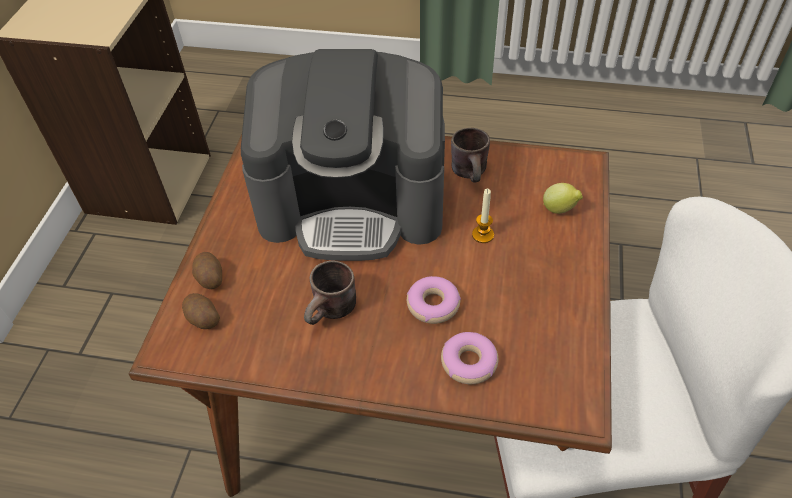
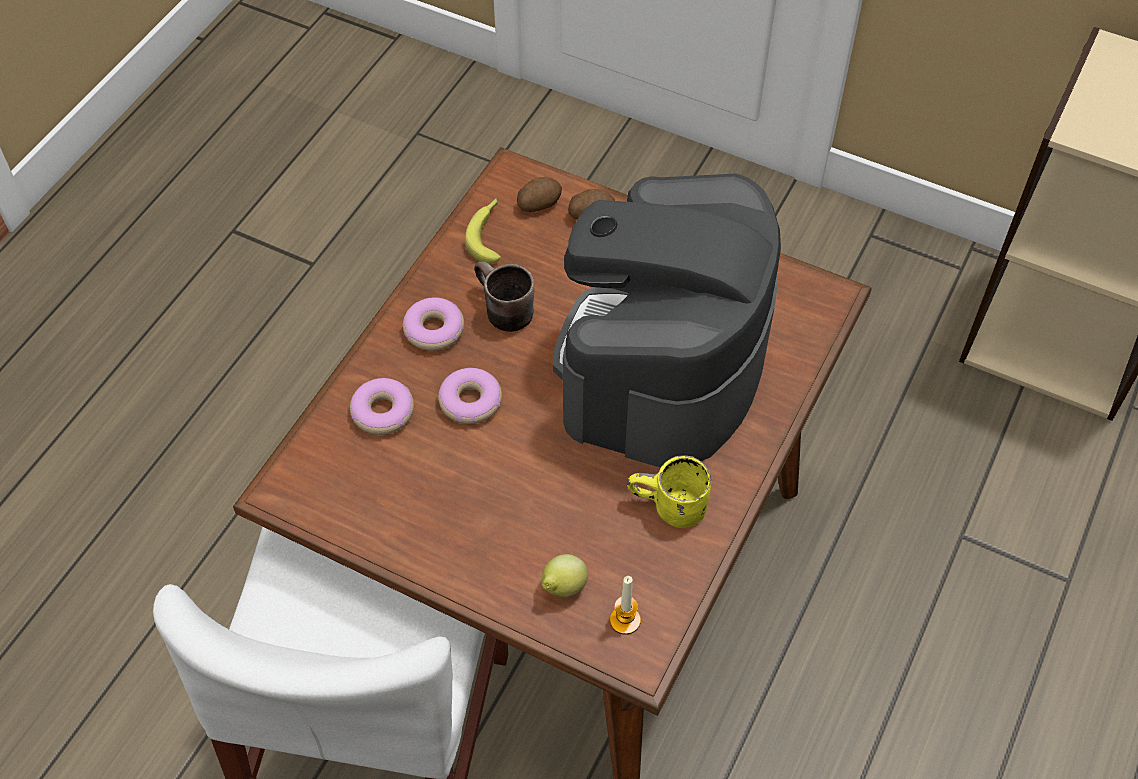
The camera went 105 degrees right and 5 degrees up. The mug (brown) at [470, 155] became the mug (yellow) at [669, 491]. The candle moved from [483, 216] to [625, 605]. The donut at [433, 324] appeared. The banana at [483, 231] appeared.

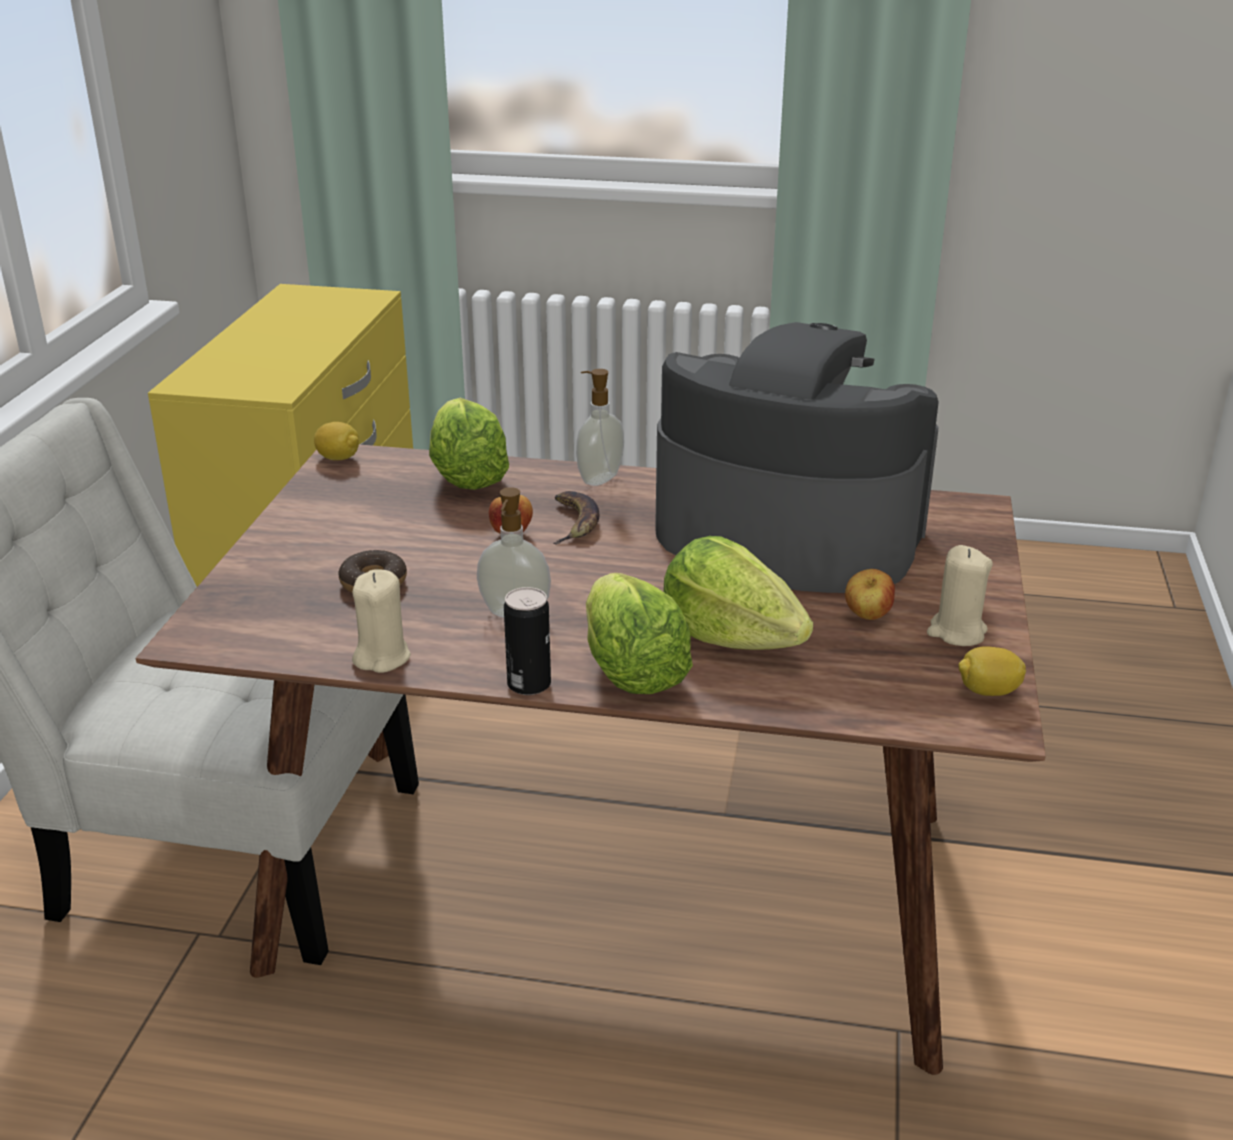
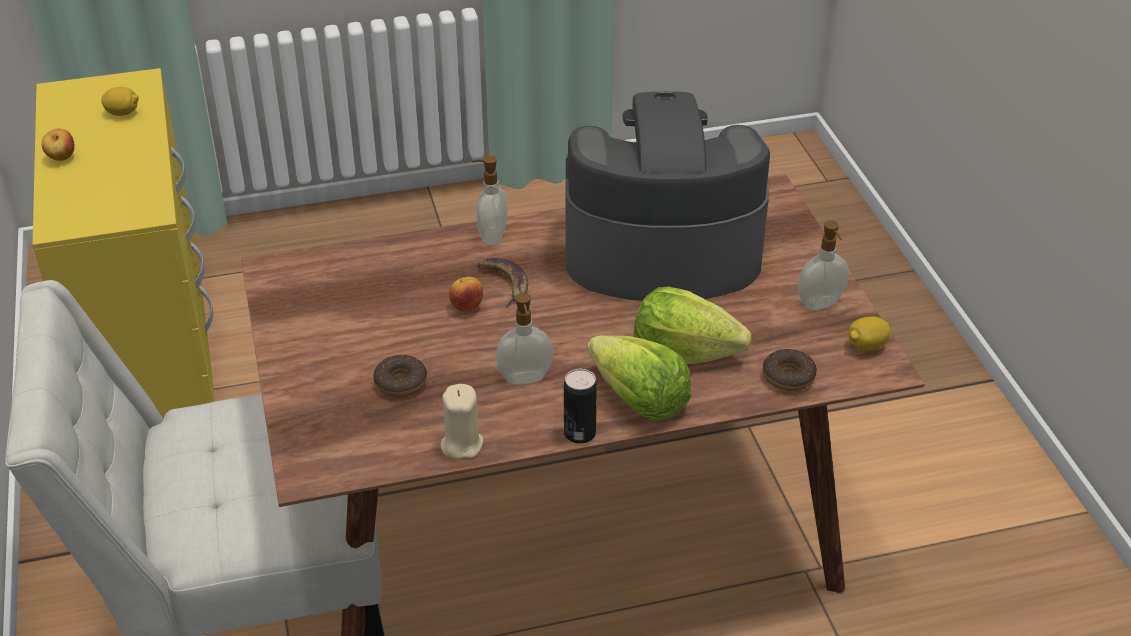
The camera went 25 degrees left and 10 degrees up. The lemon moved from [336, 441] to [120, 101]. The lettuce at [469, 444] disappeared. The apple moved from [870, 594] to [58, 145]. The candle (beige) at [960, 595] was replaced by the soap dispenser at [823, 265]. The donut at [790, 370] appeared.

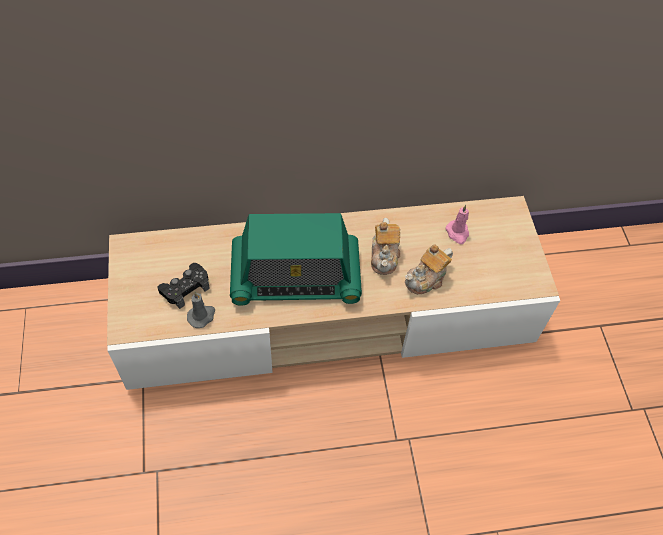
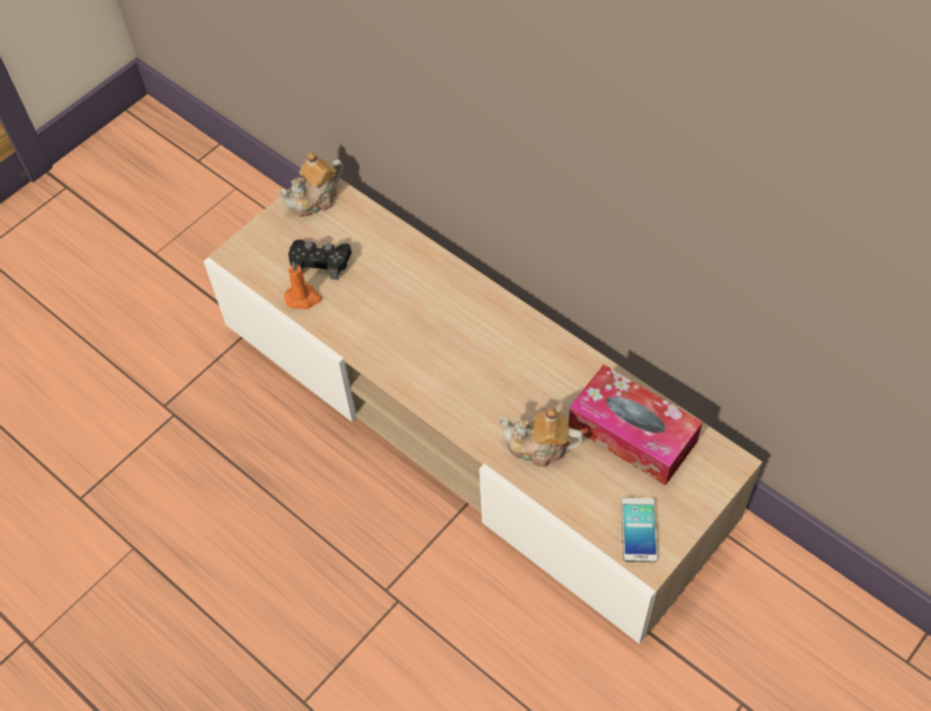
The camera went 55 degrees right and 0 degrees up. The candle (grey) at [201, 310] became the candle (orange) at [303, 285]. The radio at [296, 259] disappeared. The teapot moved from [385, 246] to [311, 184]. The candle (pink) at [457, 224] was replaced by the tissue box at [635, 425]. The phone at [639, 530] appeared.

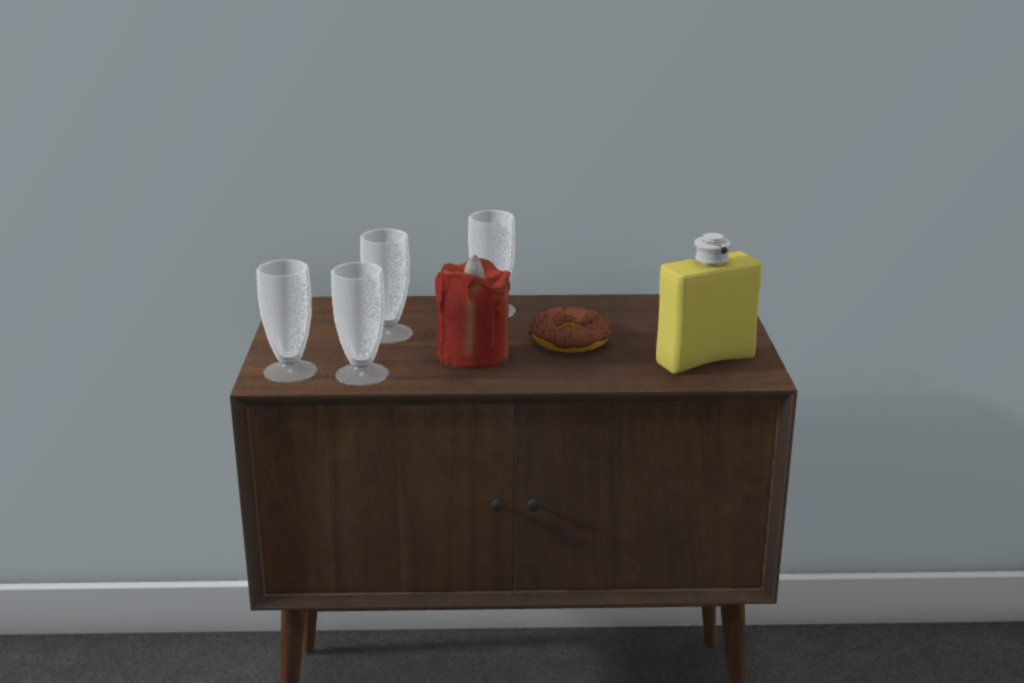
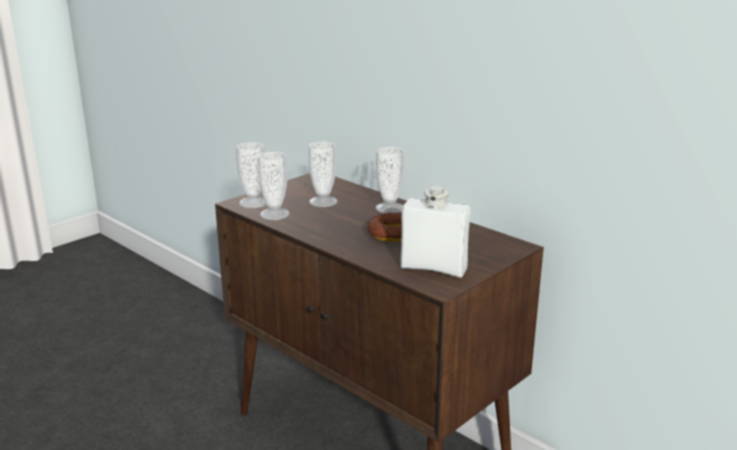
The camera went 45 degrees right and 0 degrees up. The candle (red) at [473, 312] disappeared. The bottle (yellow) at [709, 303] became the bottle (white) at [435, 232].

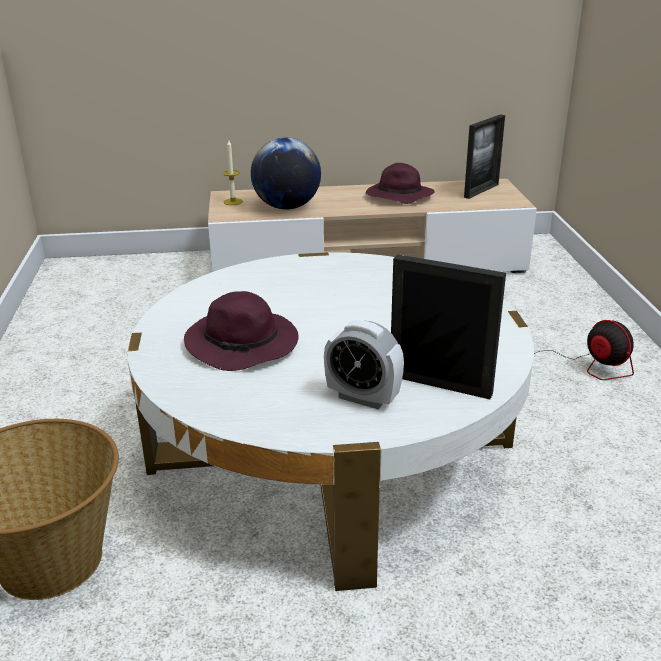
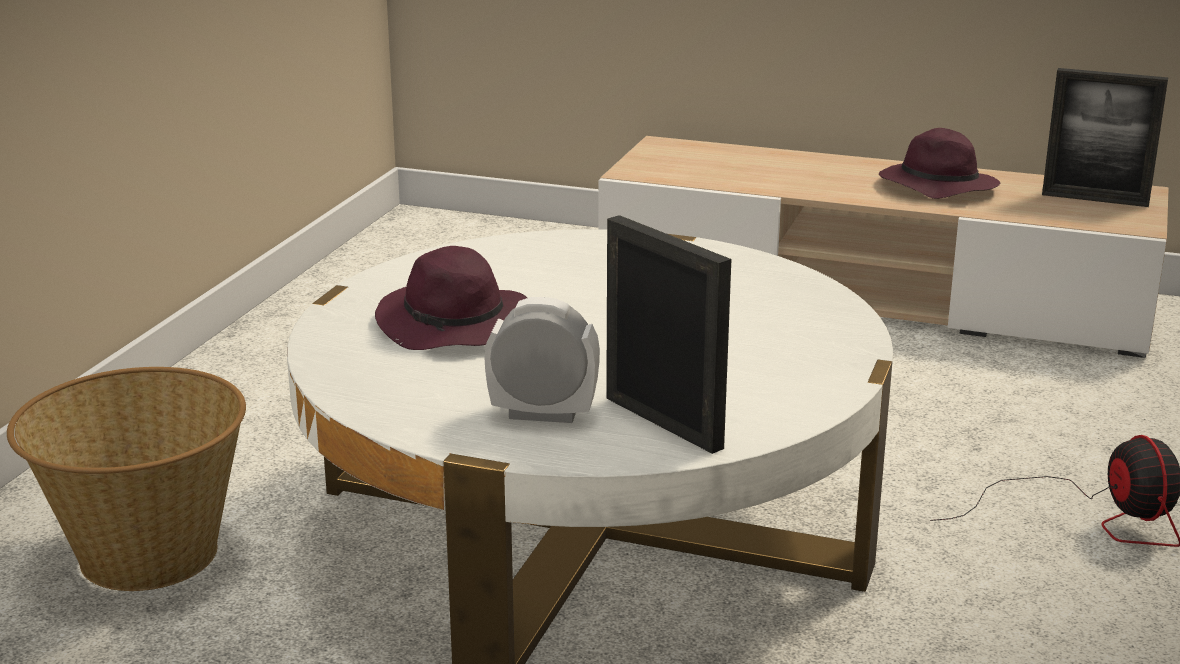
The camera went 25 degrees right and 5 degrees down. The candle at [233, 172] disappeared. The globe at [286, 174] disappeared. The alarm clock at [364, 364] turned 135 degrees clockwise. The picture frame at [484, 156] turned 45 degrees clockwise.

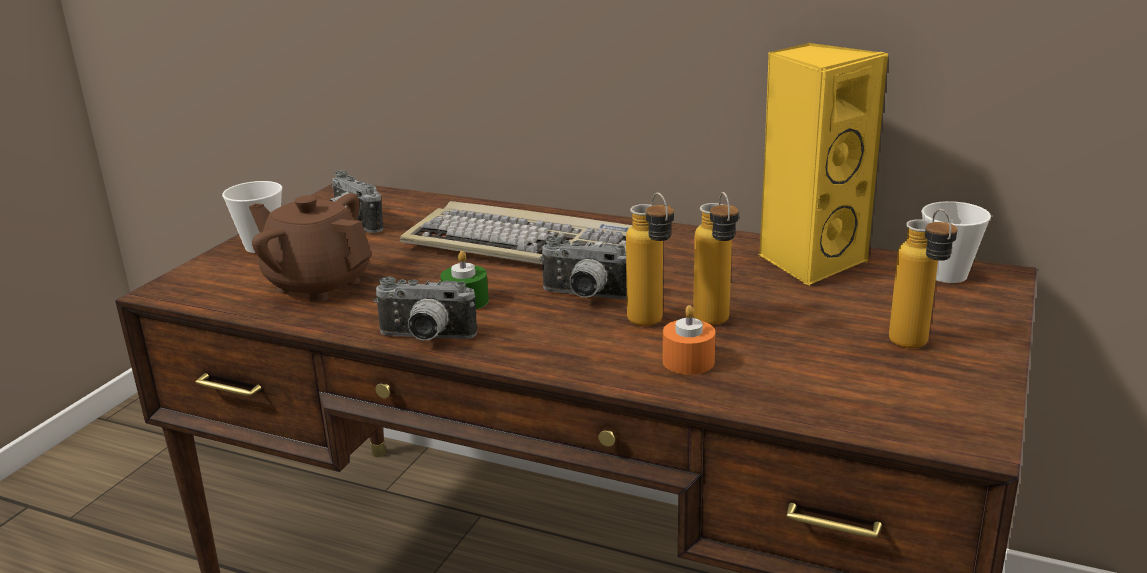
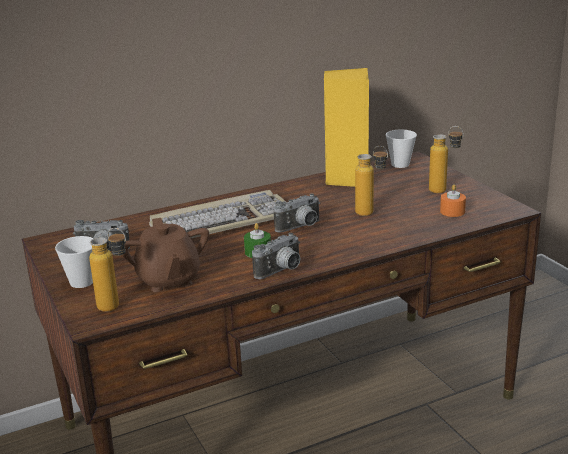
The camera went 50 degrees left and 0 degrees up. The teapot (brown) at [310, 248] turned 90 degrees counterclockwise. The bottle moved from [650, 259] to [107, 270]. The candle (orange) moved from [689, 340] to [453, 200].

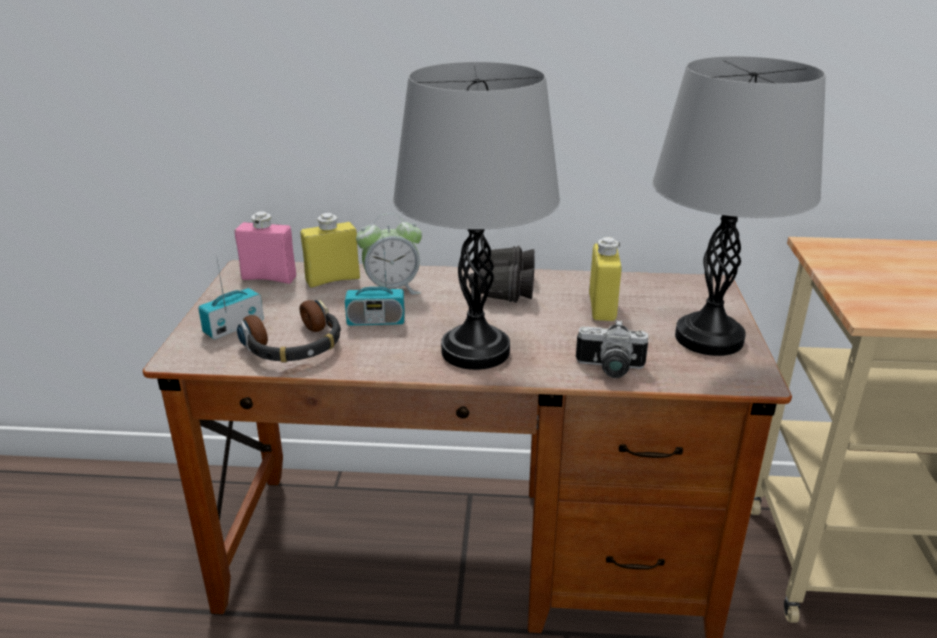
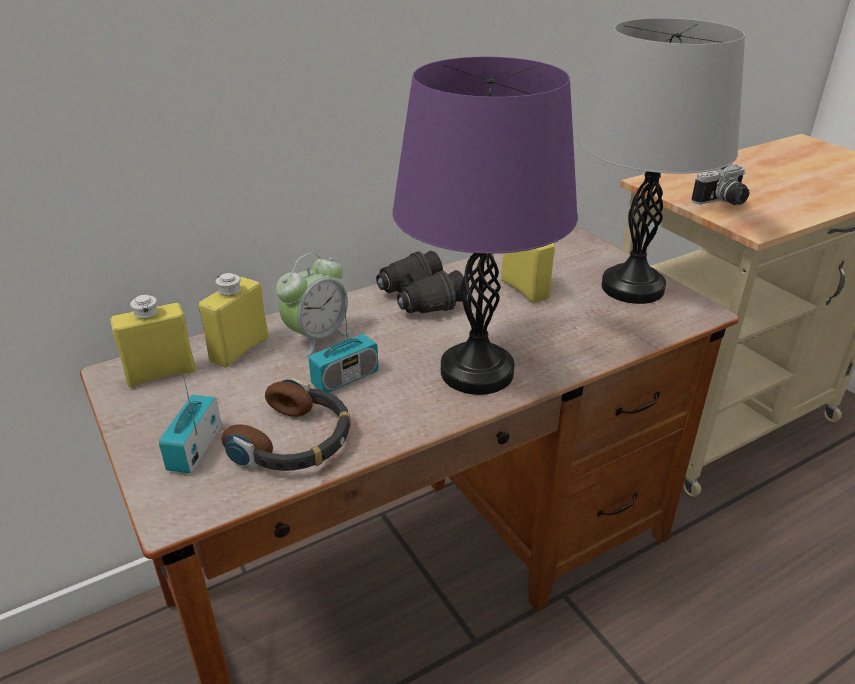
The camera went 35 degrees left and 5 degrees up. The bottle (pink) at [265, 247] became the bottle (yellow) at [153, 341]. The table lamp (grey) at [476, 216] became the table lamp (purple) at [485, 226]. The photo camera moved from [612, 349] to [720, 184].

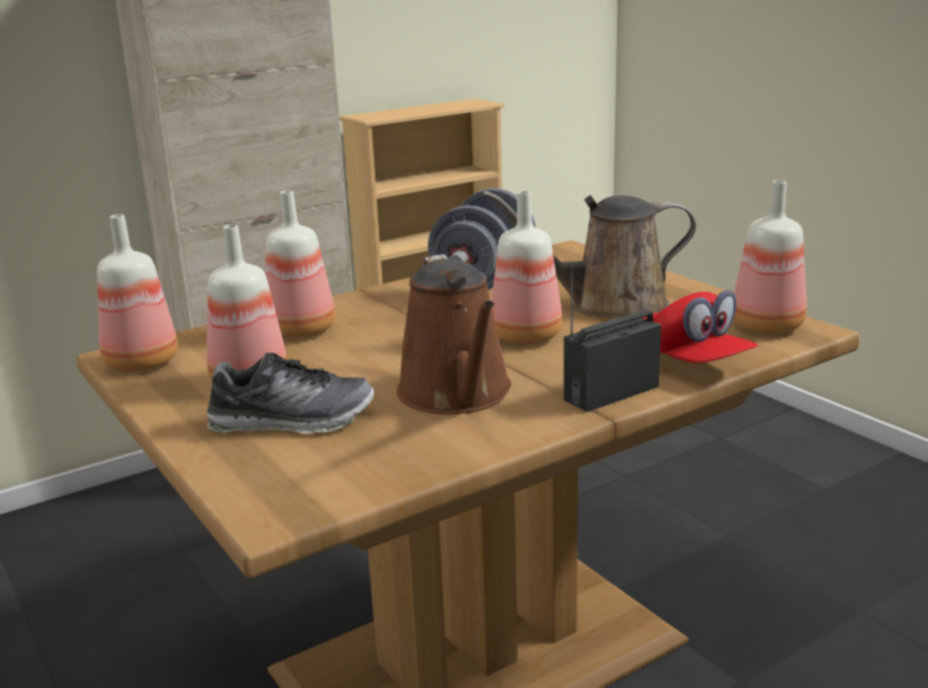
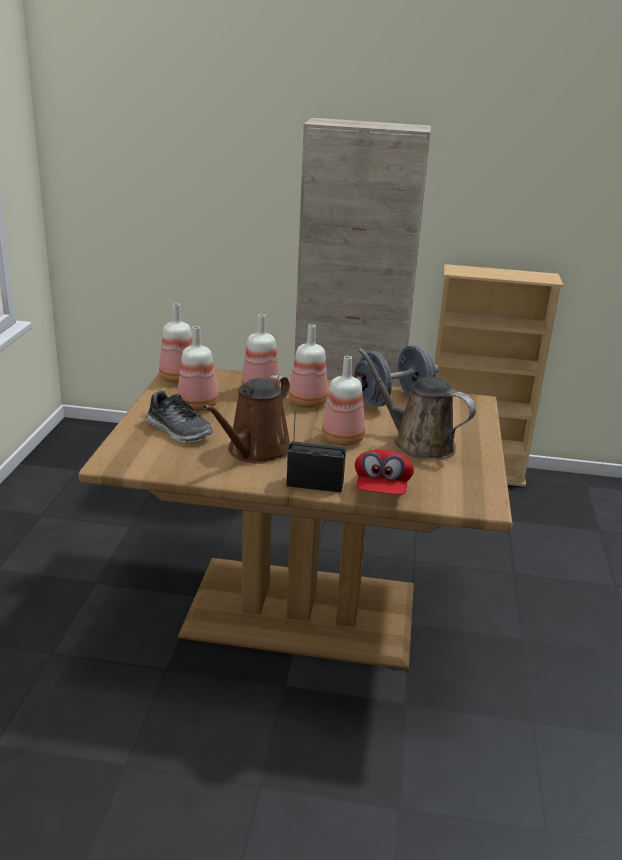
The camera went 40 degrees right and 5 degrees up. The bottle moved from [770, 257] to [308, 366].

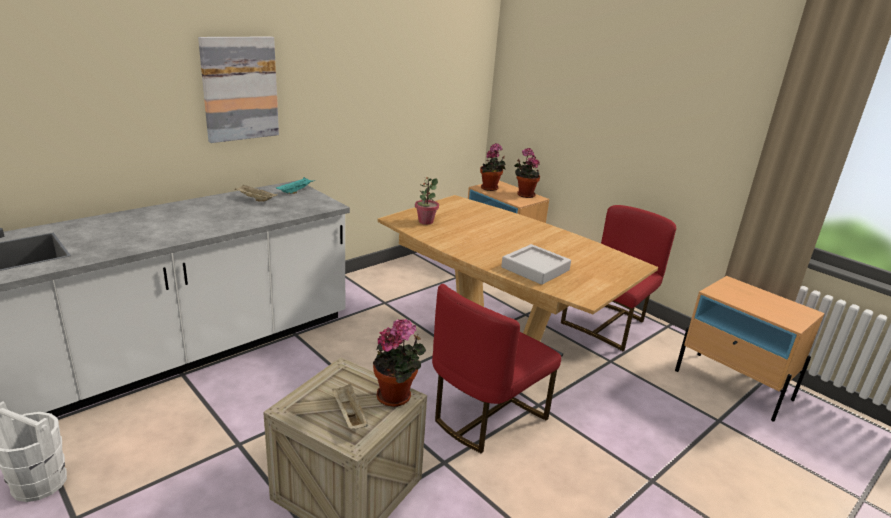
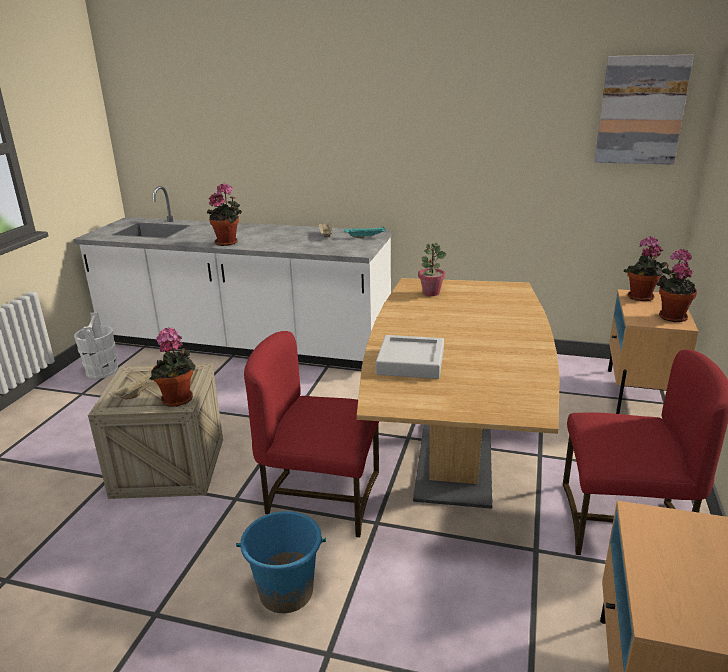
The camera went 60 degrees right and 0 degrees up. The picture moved from [238, 90] to [644, 110]. The potted plant at [224, 214] appeared. The bucket (blue) at [281, 562] appeared.

